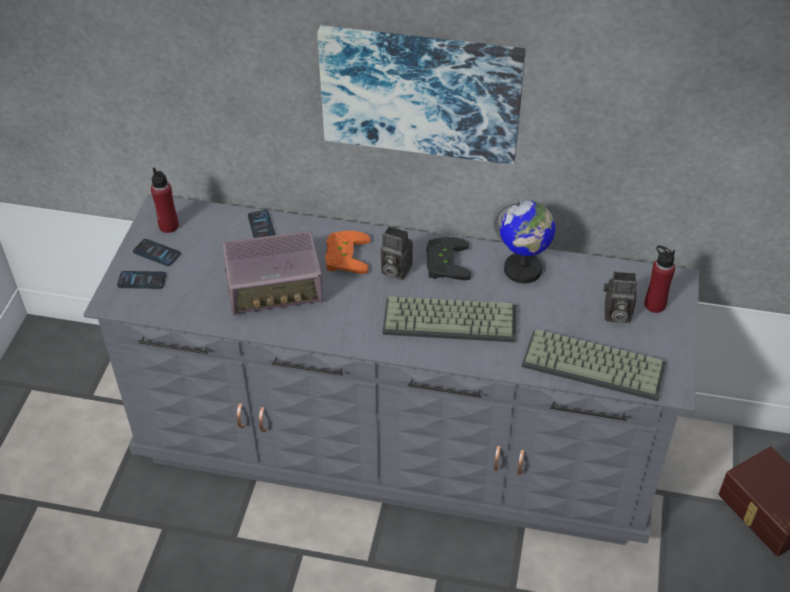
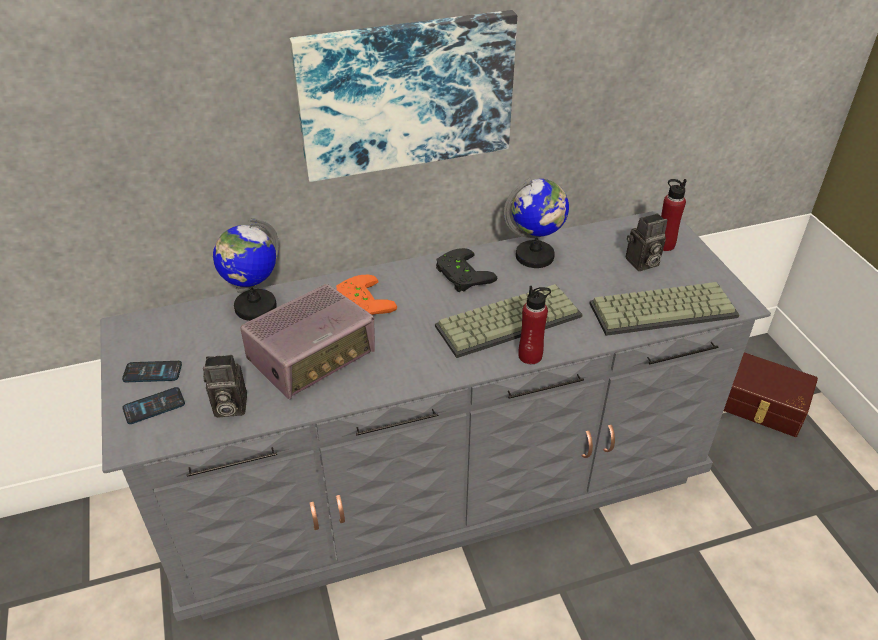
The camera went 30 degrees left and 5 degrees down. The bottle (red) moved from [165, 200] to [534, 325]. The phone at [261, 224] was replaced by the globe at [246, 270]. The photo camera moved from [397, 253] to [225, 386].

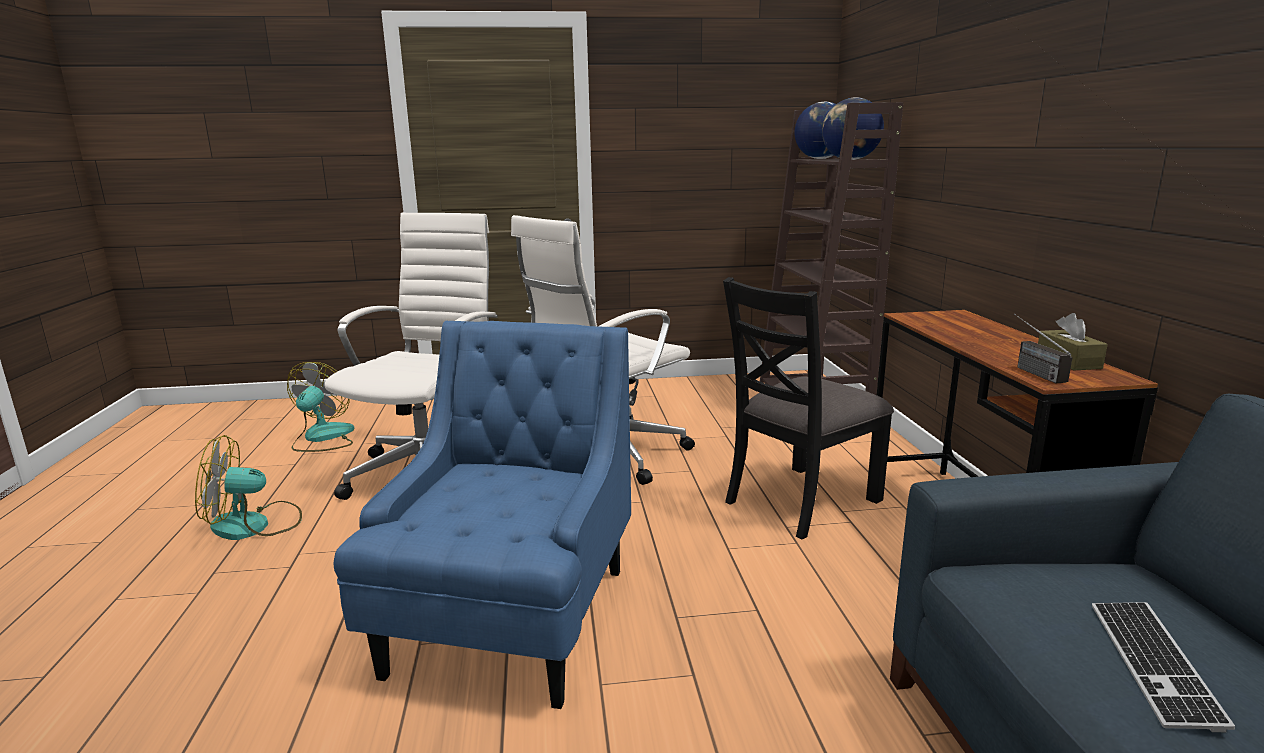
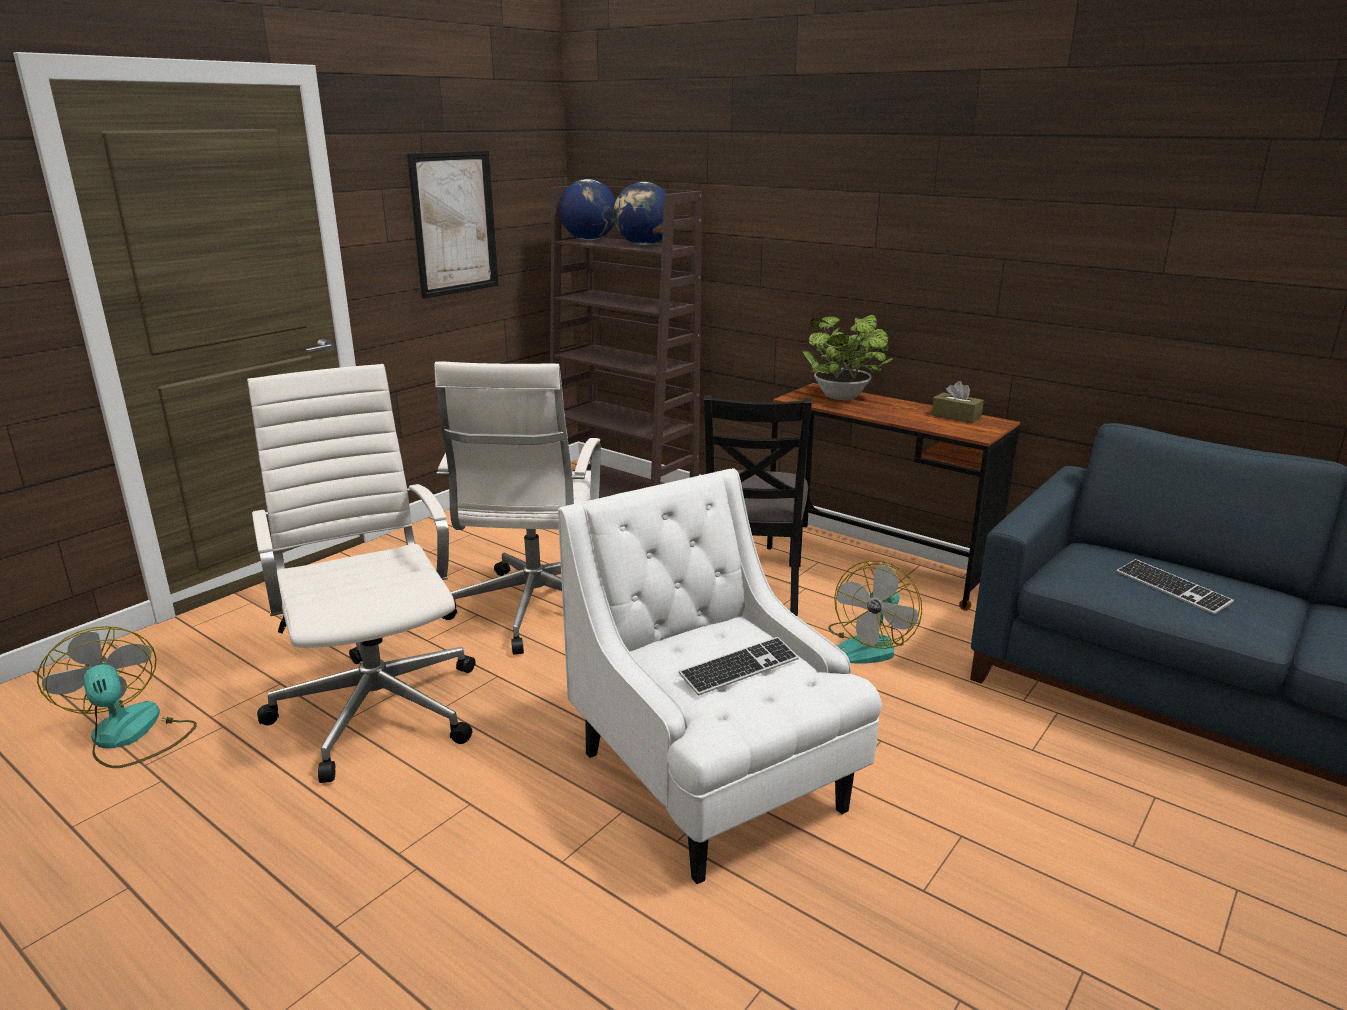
The camera went 45 degrees left and 5 degrees up. The fan moved from [248, 487] to [875, 612]. The armchair (blue) at [482, 515] became the armchair (white) at [720, 676]. The radio at [1043, 348] disappeared. The picture at [453, 224] appeared. The keyboard at [739, 666] appeared. The potted plant at [847, 357] appeared.

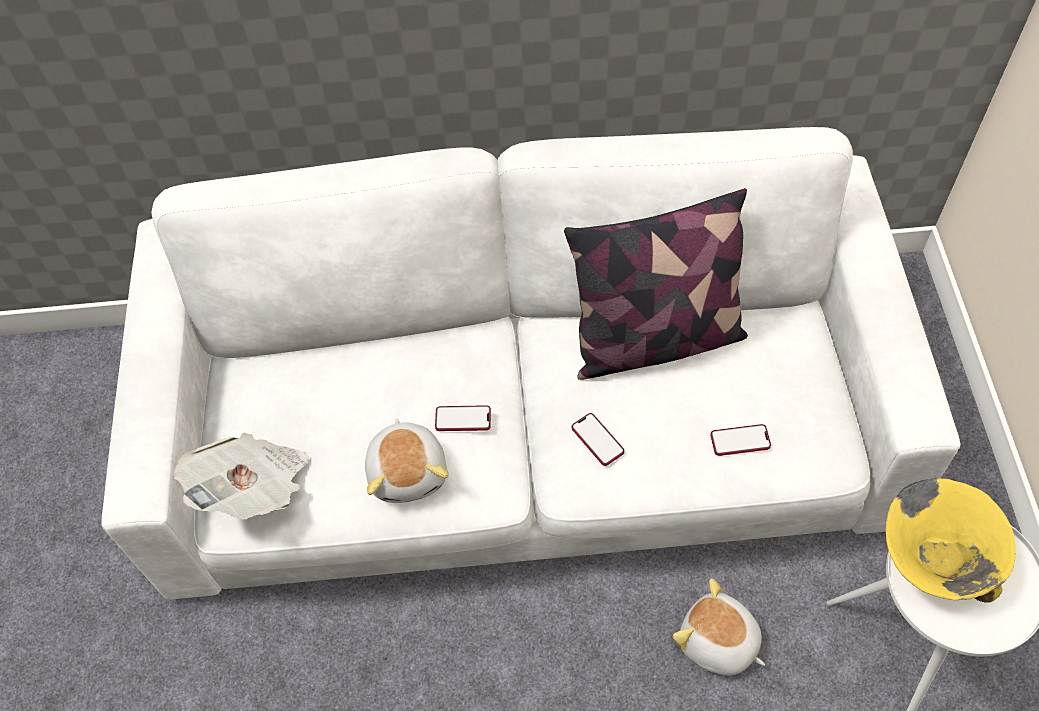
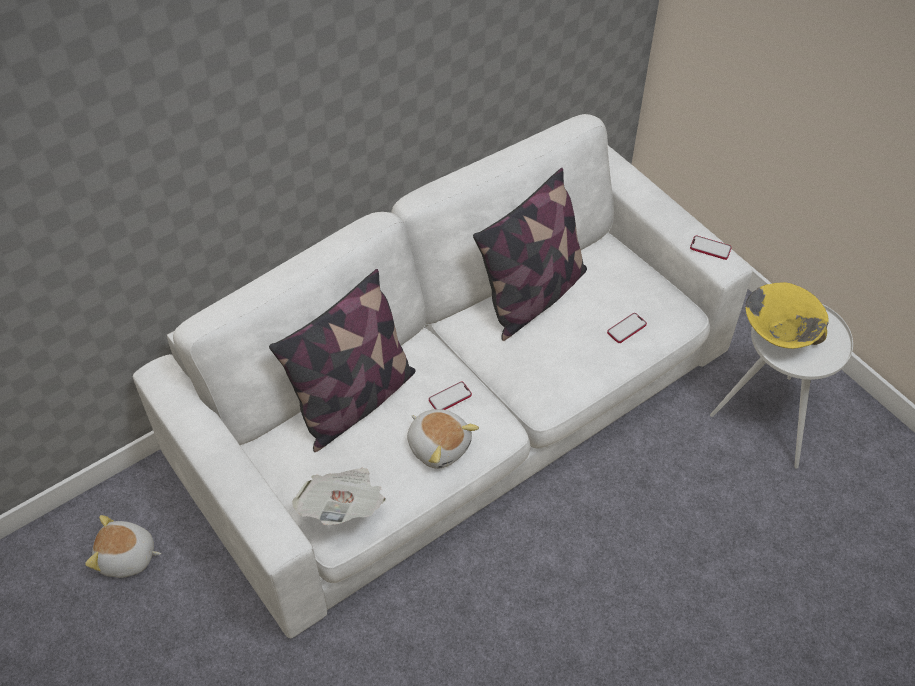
The camera went 35 degrees left and 5 degrees down. The phone moved from [598, 439] to [711, 248]. The plush toy moved from [719, 627] to [123, 546]. The pillow at [342, 360] appeared.

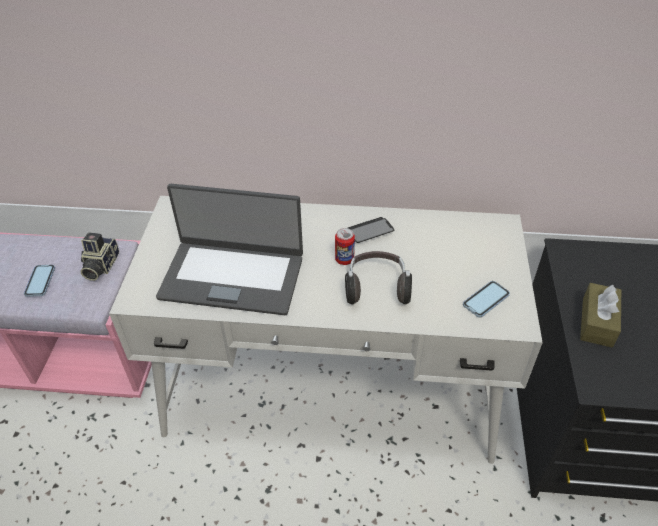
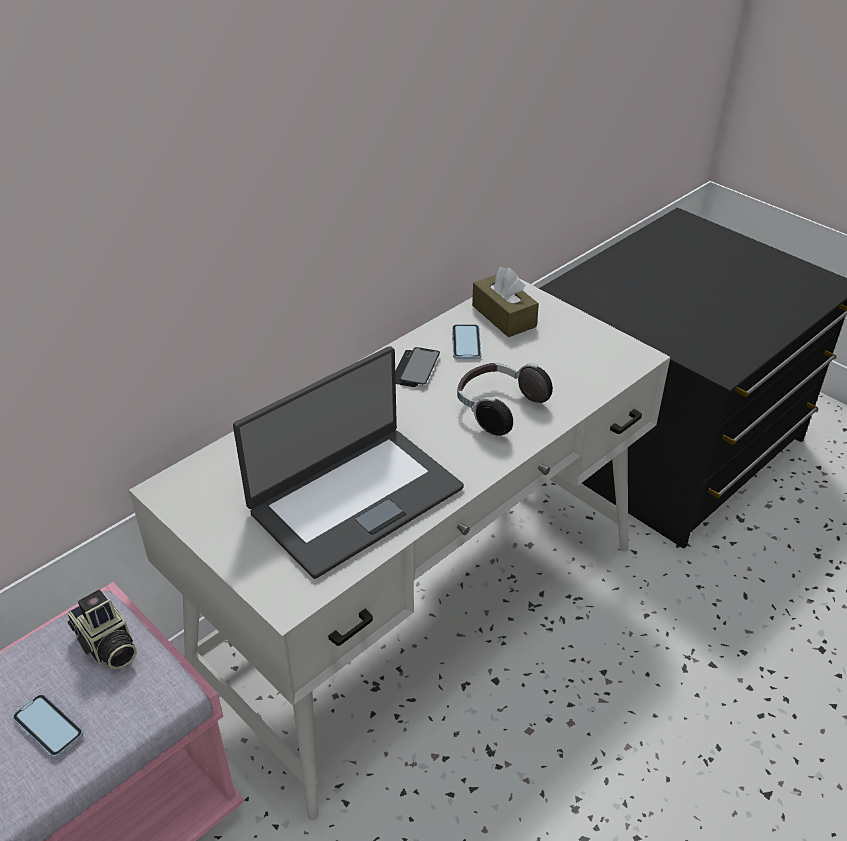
The camera went 50 degrees left and 5 degrees down. The can at [345, 246] disappeared. The phone moved from [486, 299] to [466, 341]. The tissue box (brown) moved from [600, 315] to [505, 302].

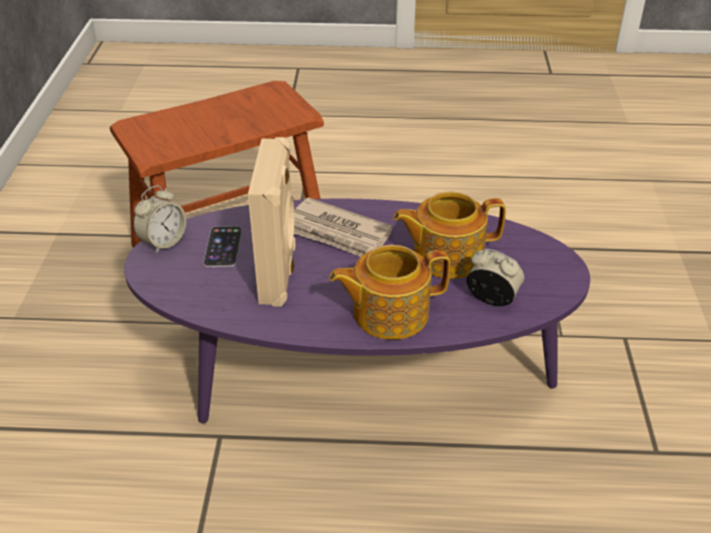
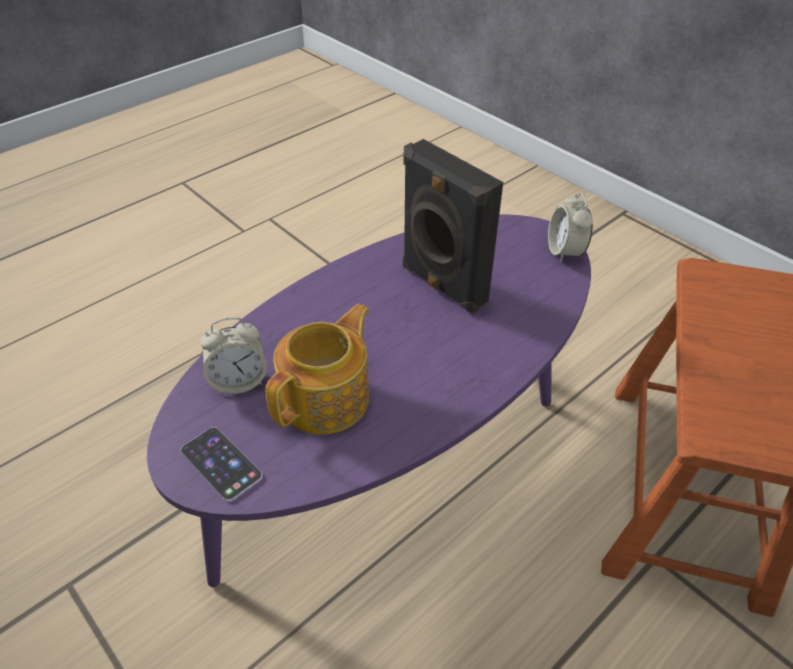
The camera went 135 degrees right and 5 degrees up. The phone moved from [222, 246] to [222, 464]. The speaker (beige) at [272, 222] became the speaker (black) at [453, 226]. The newspaper at [343, 227] disappeared. The teapot at [389, 292] disappeared.

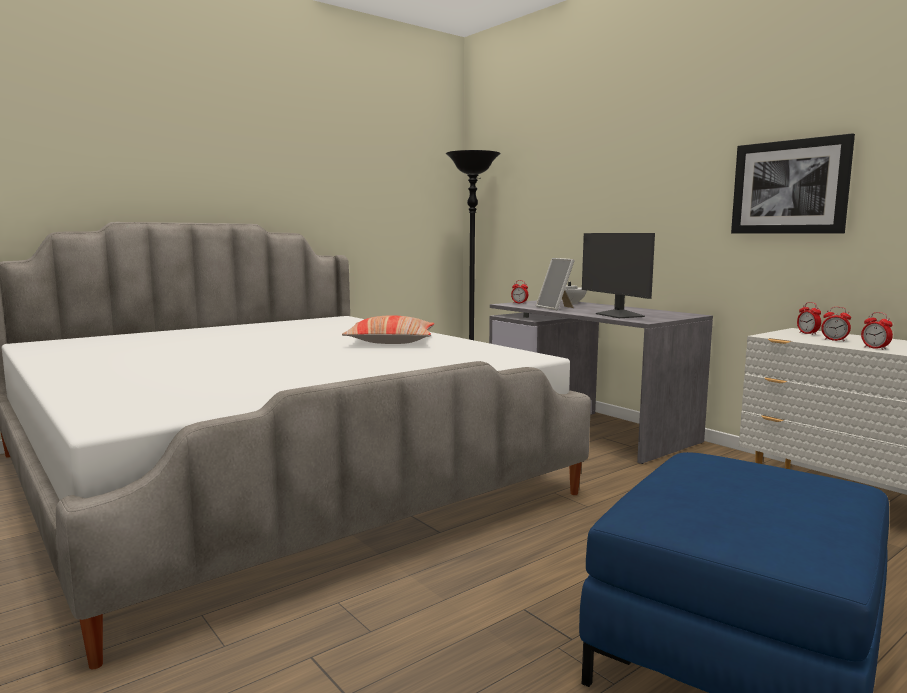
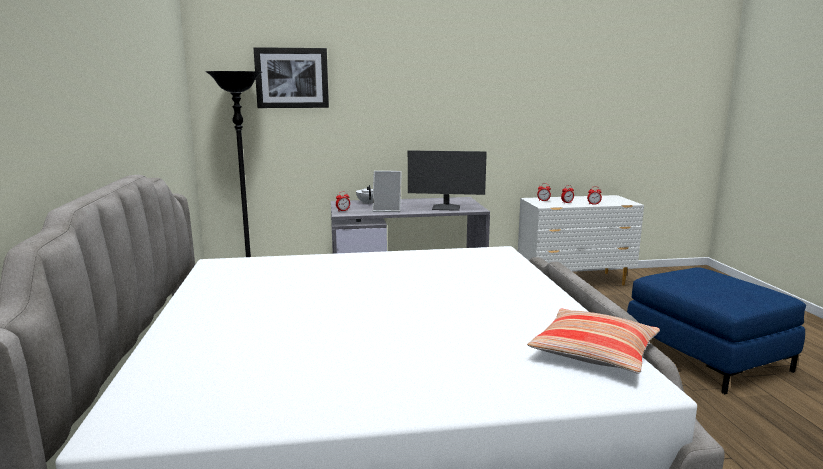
The camera went 60 degrees left and 5 degrees up. The pillow moved from [388, 329] to [593, 341]. The picture moved from [793, 184] to [291, 77].

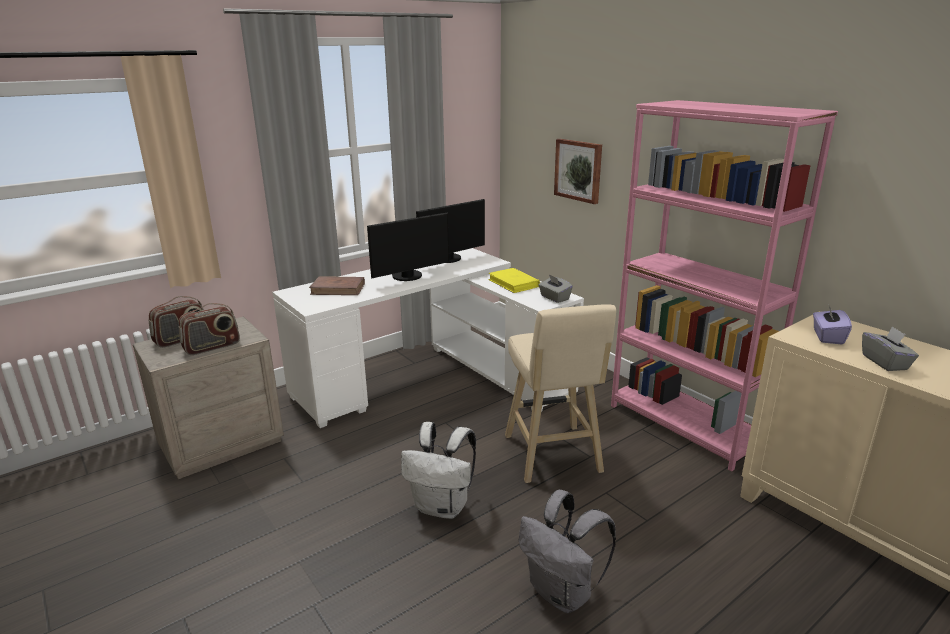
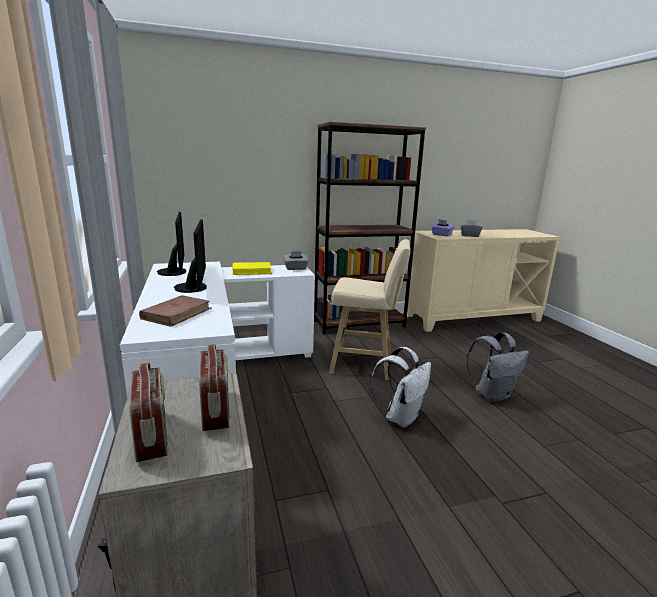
The camera went 70 degrees left and 5 degrees down. The picture at [578, 171] disappeared. The bookcase (pink) at [724, 286] became the bookcase (brown) at [370, 228].

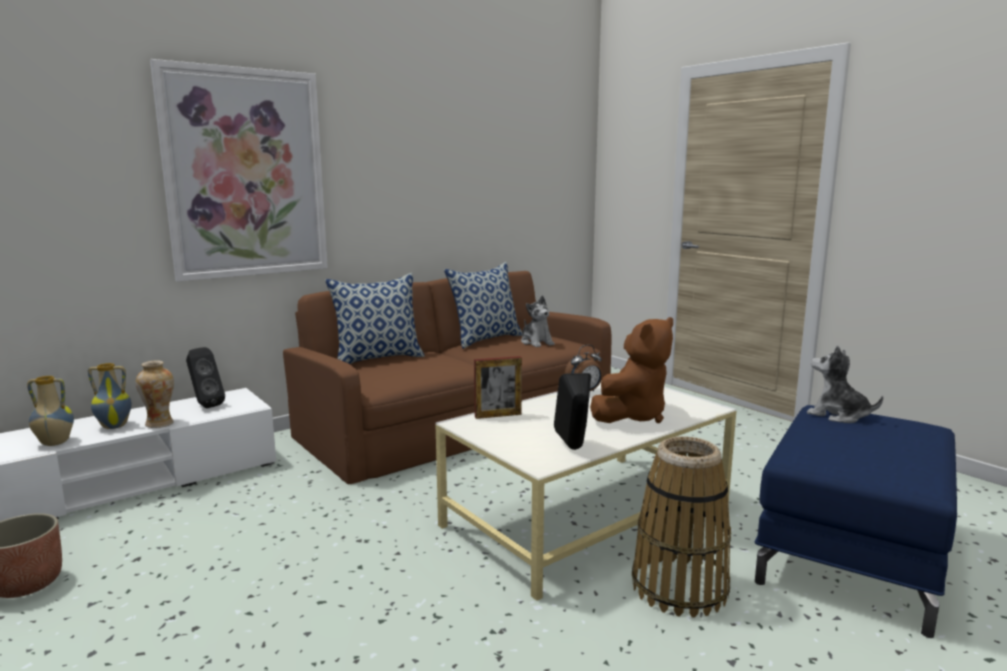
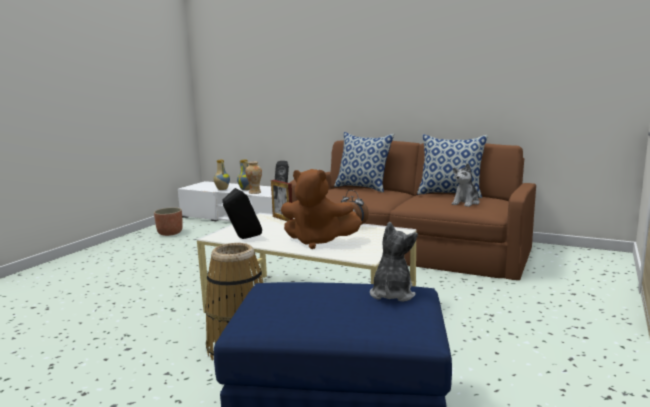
The camera went 65 degrees right and 0 degrees up. The picture at [239, 170] disappeared.

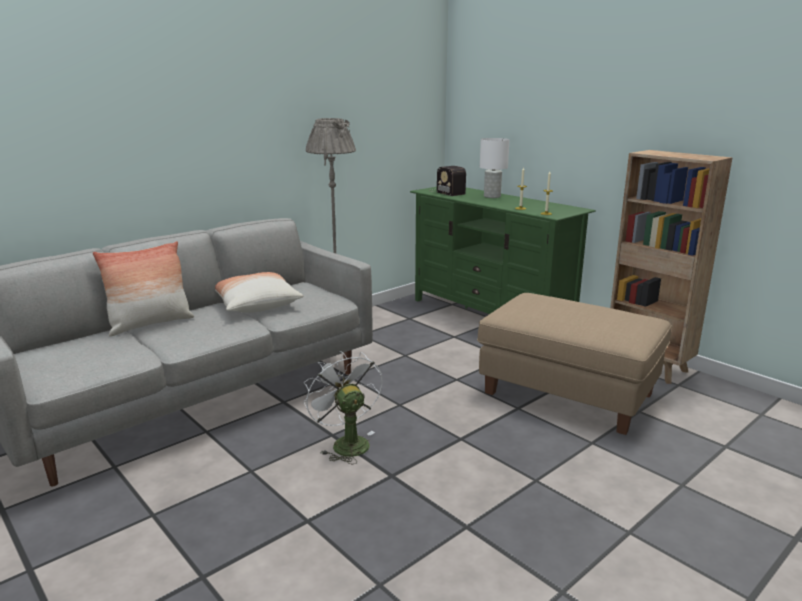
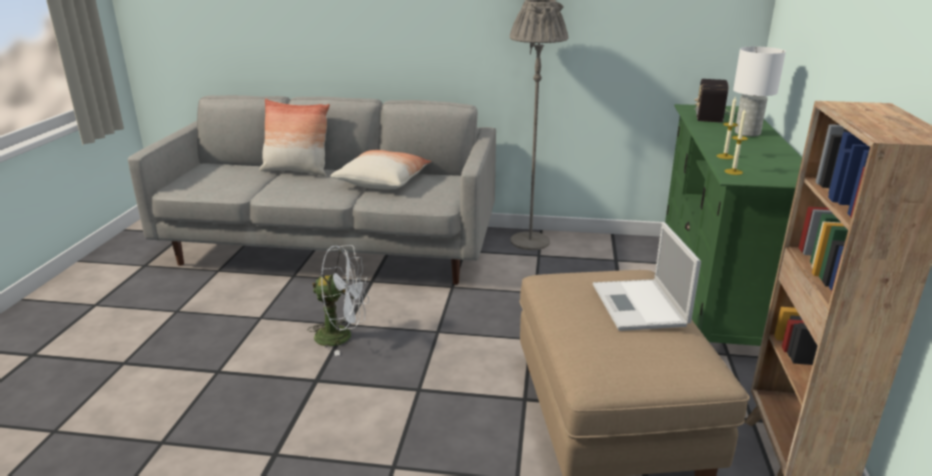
The camera went 50 degrees right and 5 degrees up. The fan (white) at [343, 407] turned 75 degrees clockwise. The laptop at [647, 276] appeared.

